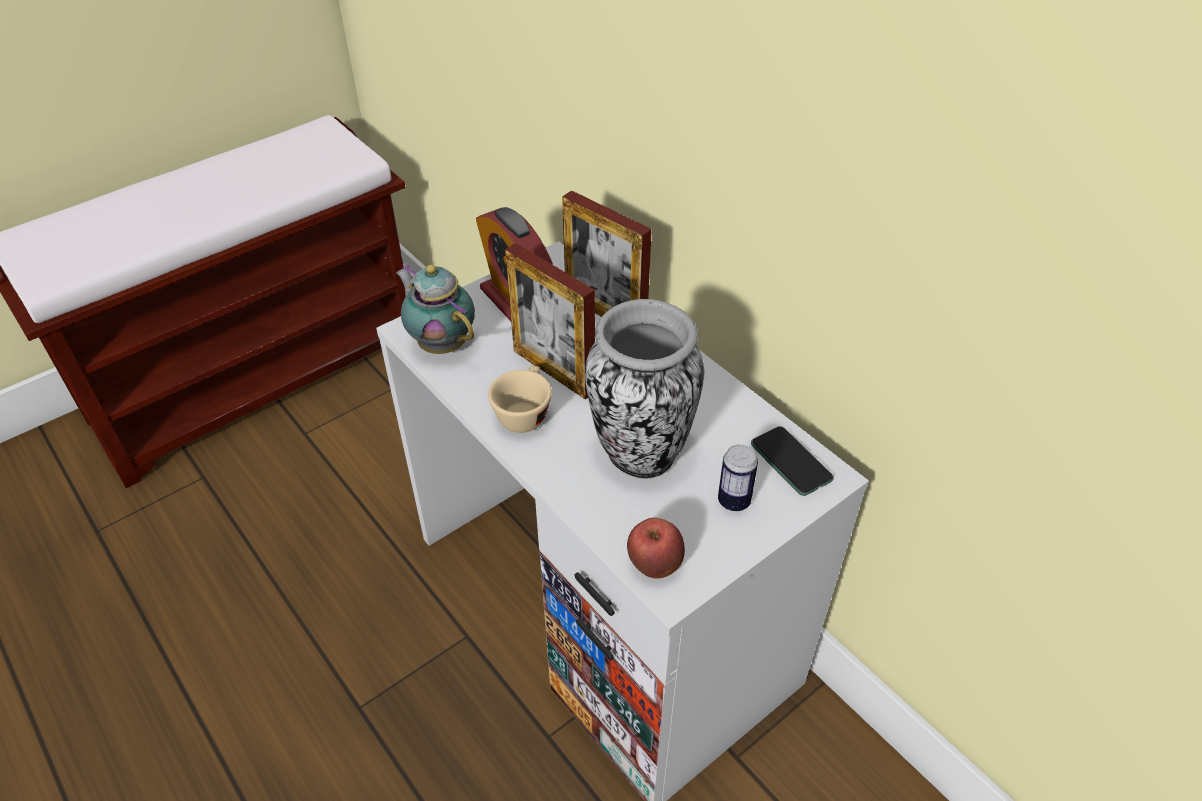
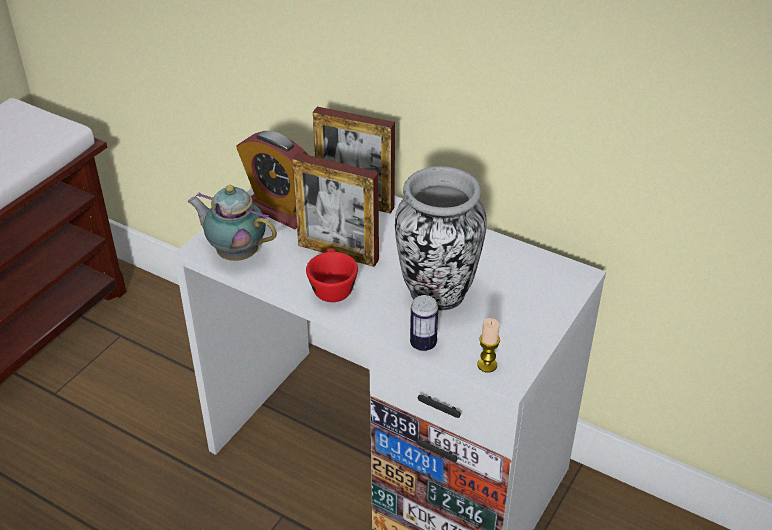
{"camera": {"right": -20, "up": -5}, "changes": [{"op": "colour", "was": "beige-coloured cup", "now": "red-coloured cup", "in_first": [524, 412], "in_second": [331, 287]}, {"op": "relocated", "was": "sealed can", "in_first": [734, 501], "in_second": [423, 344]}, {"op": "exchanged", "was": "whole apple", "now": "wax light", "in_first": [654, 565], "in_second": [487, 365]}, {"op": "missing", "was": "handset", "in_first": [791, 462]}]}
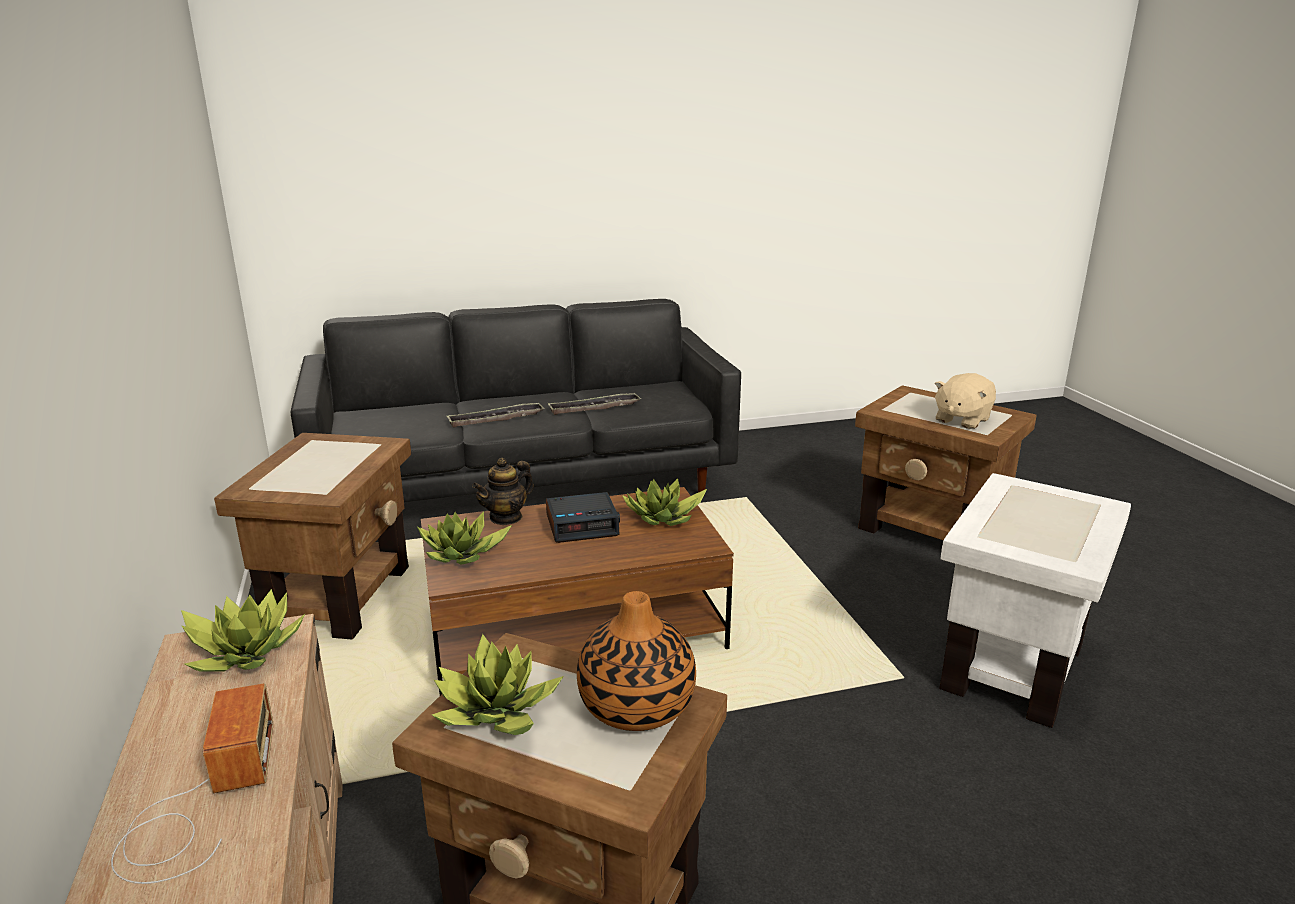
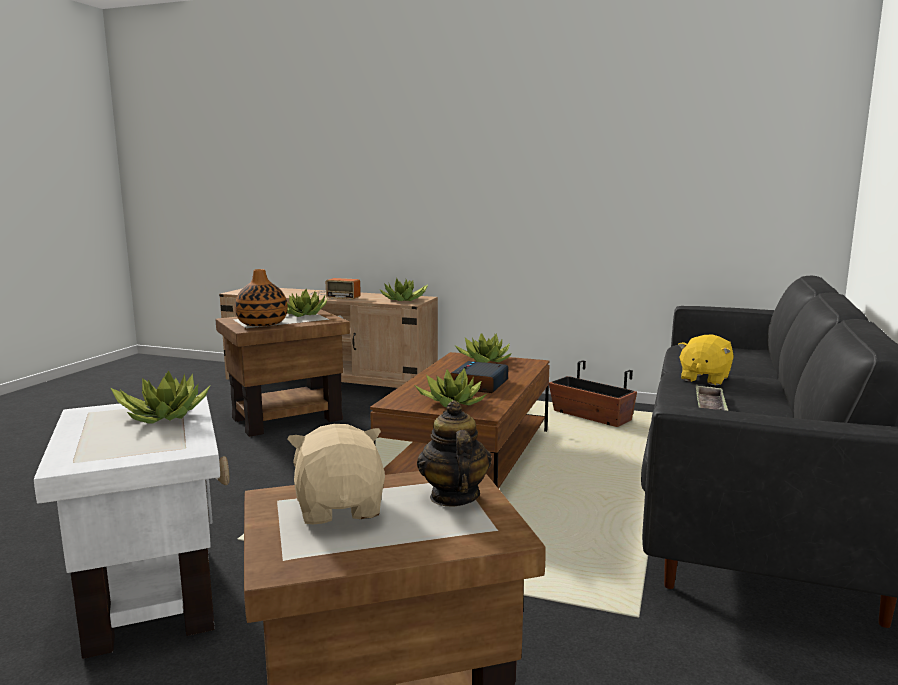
{"camera": {"right": 125, "up": -10}, "changes": [{"op": "appeared", "now": "houseplant", "in_second": [164, 415]}, {"op": "relocated", "was": "pot for tea", "in_first": [506, 517], "in_second": [453, 496]}, {"op": "exchanged", "was": "brown-coloured side table", "now": "flower pot", "in_first": [341, 598], "in_second": [591, 416]}, {"op": "exchanged", "was": "serving tray", "now": "yellowish cuddly toy", "in_first": [496, 419], "in_second": [704, 378]}]}
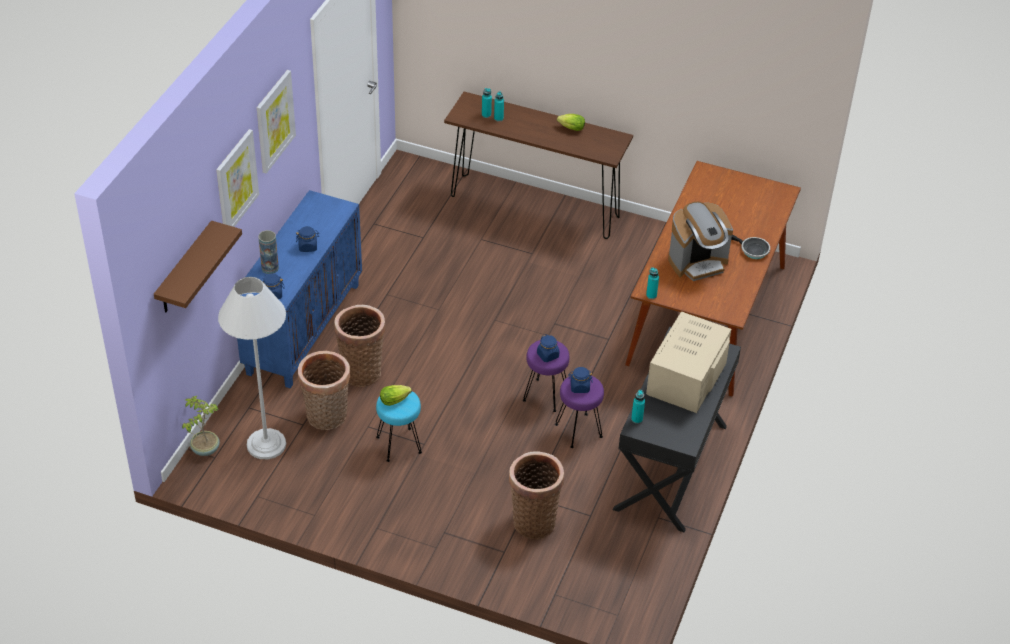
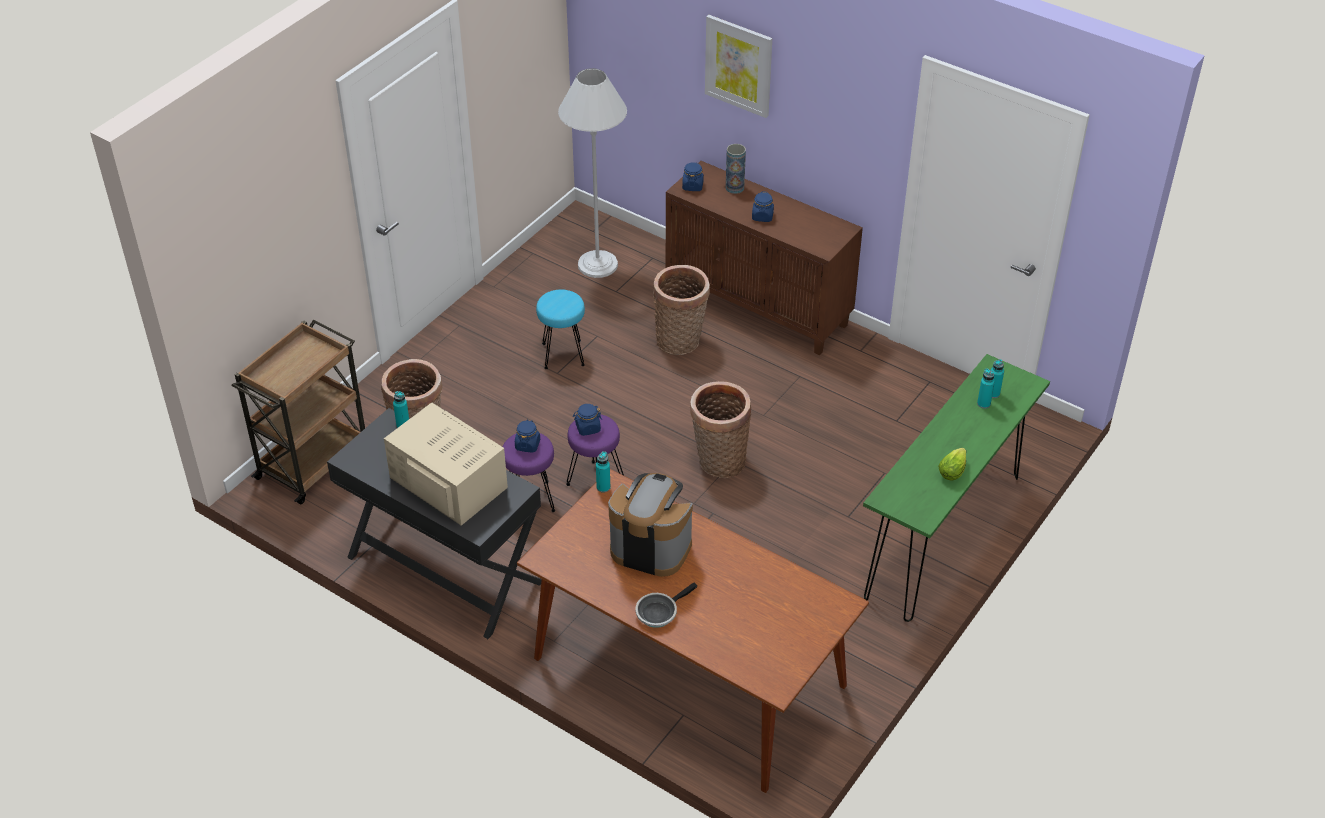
{"camera": {"right": 105, "up": 0}, "changes": [{"op": "appeared", "now": "brown-coloured cart", "in_second": [313, 461]}, {"op": "spun", "was": "coffee machine", "in_first": [698, 262], "in_second": [650, 547], "clockwise": 120}, {"op": "colour", "was": "bluish storage cabinet", "now": "brown-coloured storage cabinet", "in_first": [303, 328], "in_second": [759, 306]}, {"op": "relocated", "was": "storage basket", "in_first": [327, 418], "in_second": [718, 461]}, {"op": "colour", "was": "brown-coloured console table", "now": "green console table", "in_first": [534, 206], "in_second": [943, 536]}, {"op": "missing", "was": "brown-coloured shelf", "in_first": [184, 270]}, {"op": "missing", "was": "houseplant", "in_first": [204, 449]}, {"op": "missing", "was": "wall art", "in_first": [274, 121]}, {"op": "missing", "was": "head of lettuce", "in_first": [396, 400]}]}
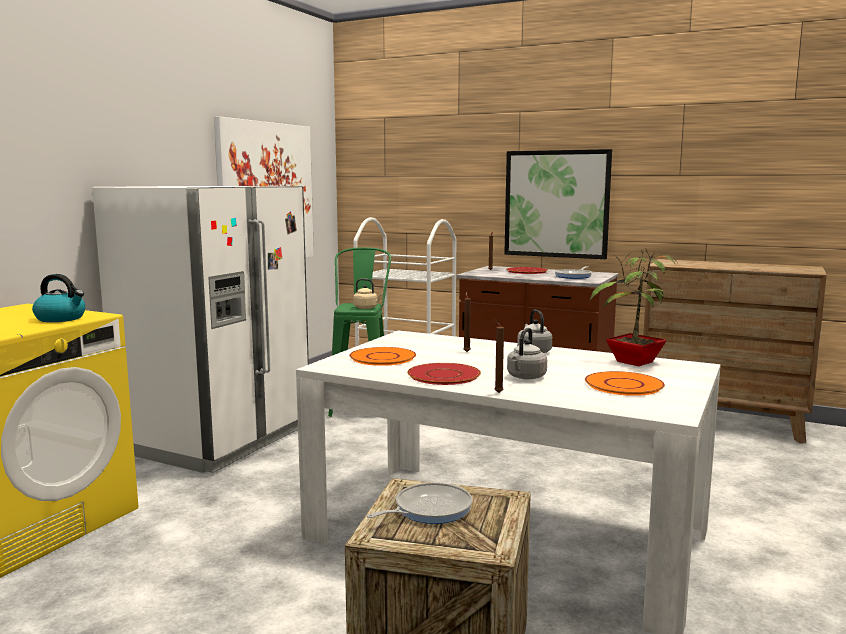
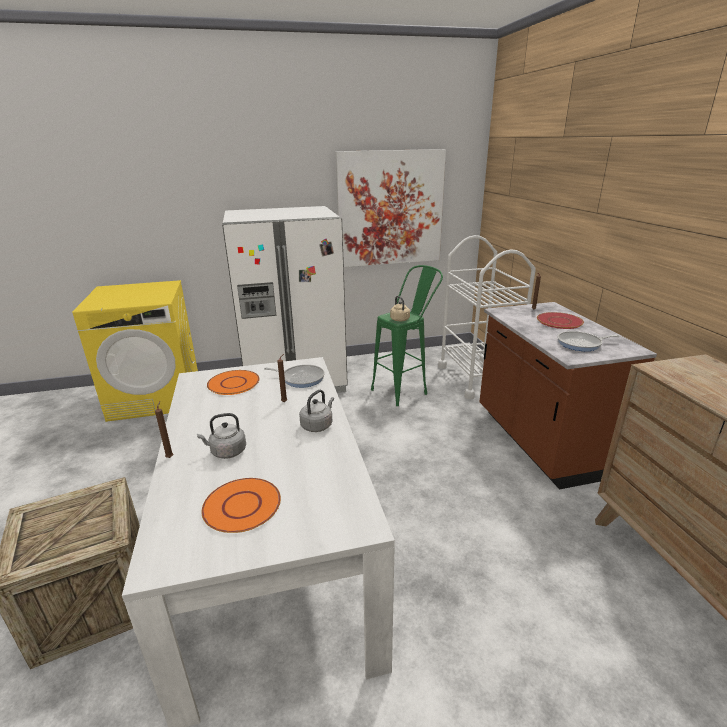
{"camera": {"right": 50, "up": 15}, "changes": [{"op": "relocated", "was": "frying pan", "in_first": [429, 509], "in_second": [301, 378]}, {"op": "missing", "was": "kettle", "in_first": [61, 318]}, {"op": "missing", "was": "red-coloured flat dish", "in_first": [443, 375]}, {"op": "missing", "was": "wall art", "in_first": [556, 204]}, {"op": "missing", "was": "houseplant", "in_first": [633, 362]}]}
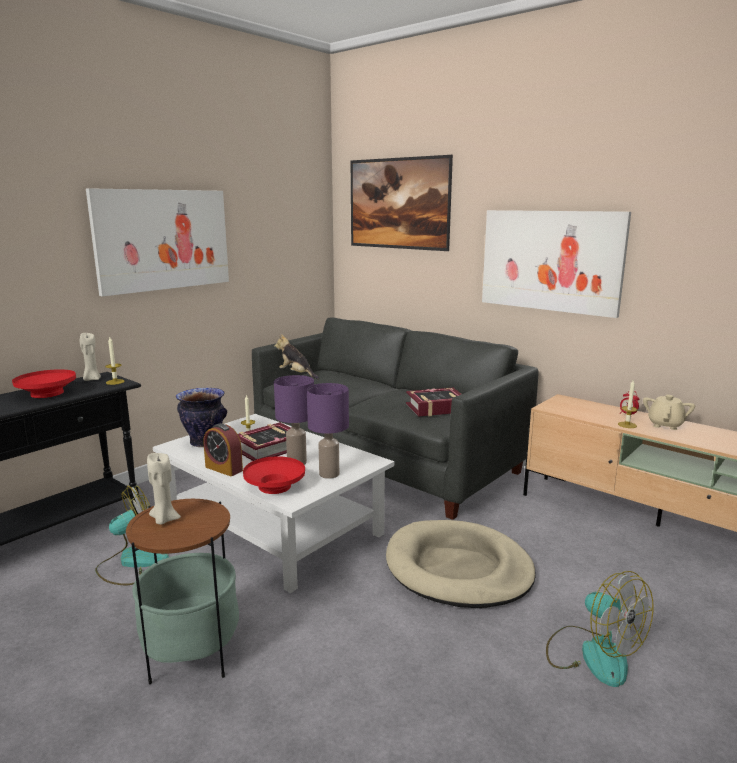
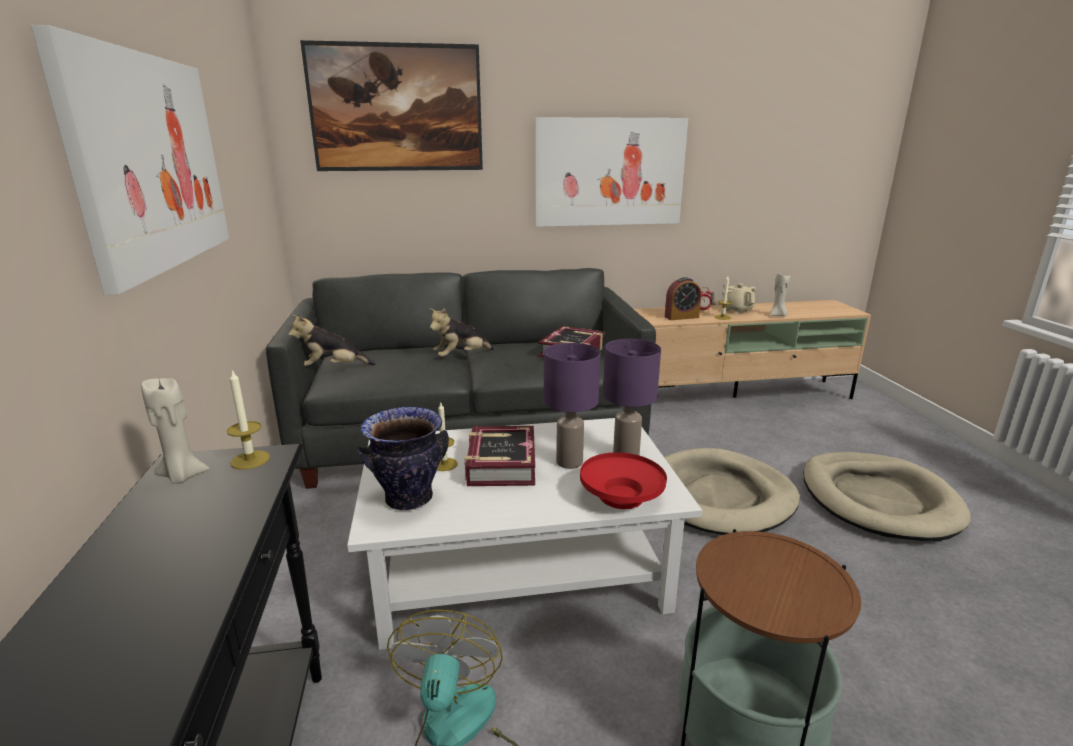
{"camera": {"right": -50, "up": 5}, "changes": [{"op": "appeared", "now": "cuddly toy", "in_second": [461, 357]}, {"op": "relocated", "was": "table clock", "in_first": [224, 469], "in_second": [681, 317]}, {"op": "relocated", "was": "beige-coloured wax light", "in_first": [164, 519], "in_second": [777, 315]}, {"op": "exchanged", "was": "fan", "now": "beige-coloured dog bed", "in_first": [593, 654], "in_second": [878, 500]}, {"op": "missing", "was": "red-coloured serving bowl", "in_first": [47, 393]}]}
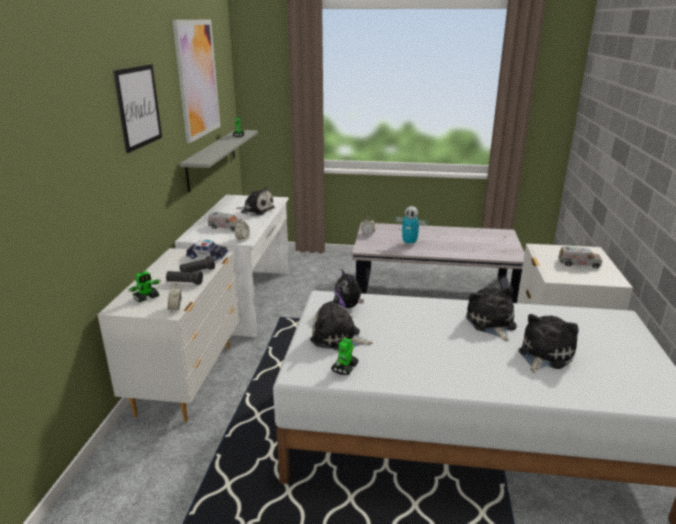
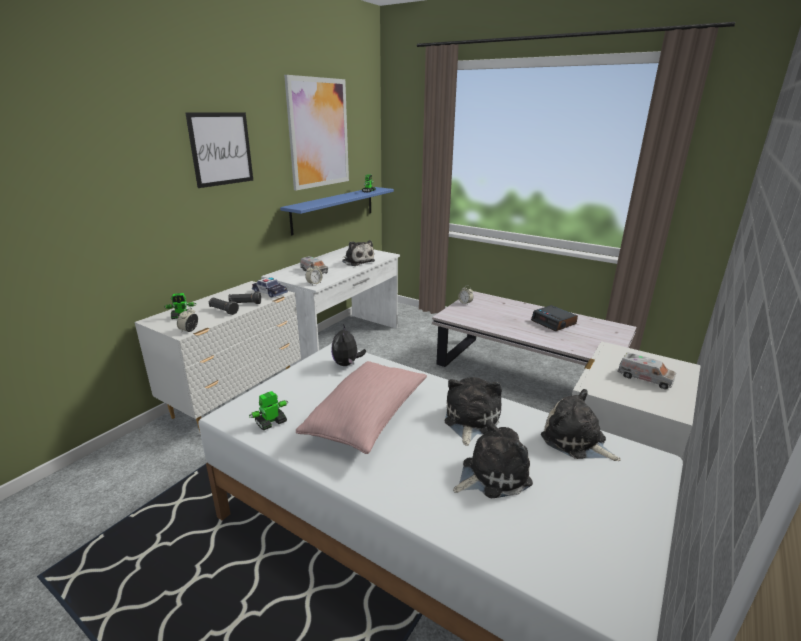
{"camera": {"right": 25, "up": 0}, "changes": [{"op": "colour", "was": "gray shelf", "now": "bluish shelf", "in_first": [212, 158], "in_second": [334, 209]}, {"op": "appeared", "now": "pink throw pillow", "in_second": [367, 418]}, {"op": "appeared", "now": "table clock", "in_second": [554, 322]}, {"op": "relocated", "was": "cuddly toy", "in_first": [338, 338], "in_second": [576, 441]}, {"op": "missing", "was": "model robot", "in_first": [409, 243]}]}
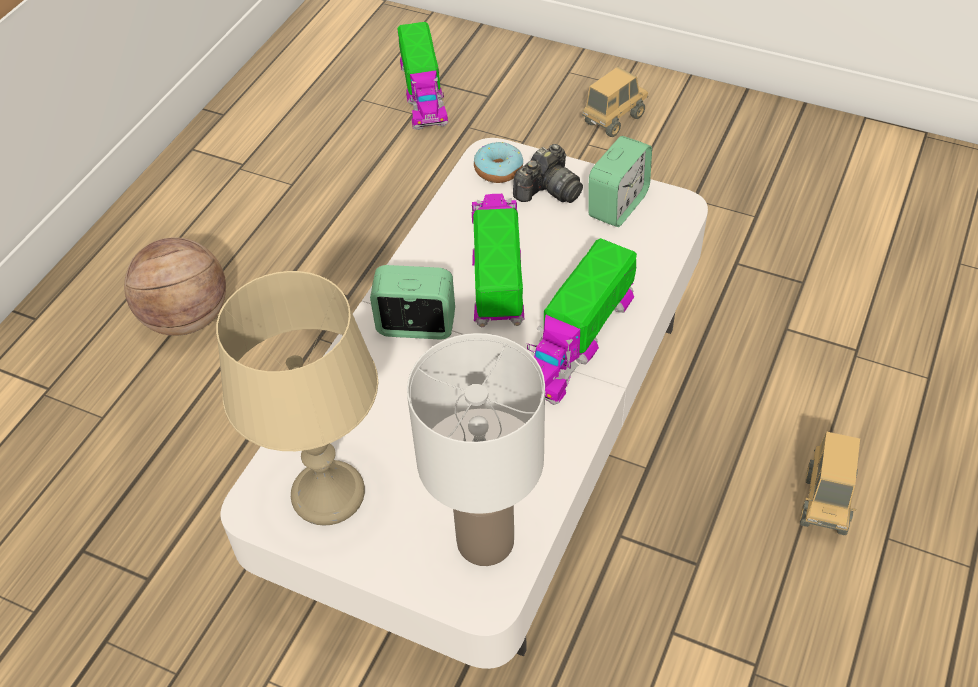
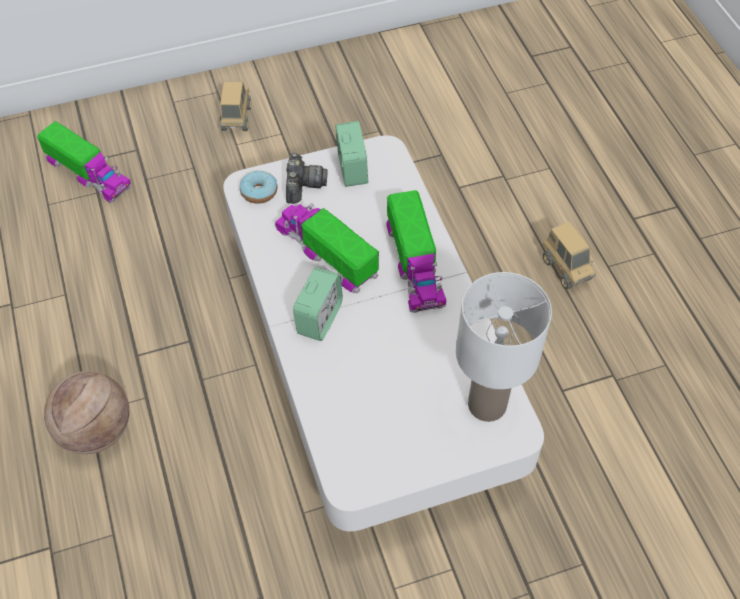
{"camera": {"right": -45, "up": 5}, "changes": [{"op": "spun", "was": "table clock", "in_first": [416, 326], "in_second": [319, 319], "clockwise": 150}, {"op": "missing", "was": "beige-coloured tabletop lamp", "in_first": [328, 493]}]}
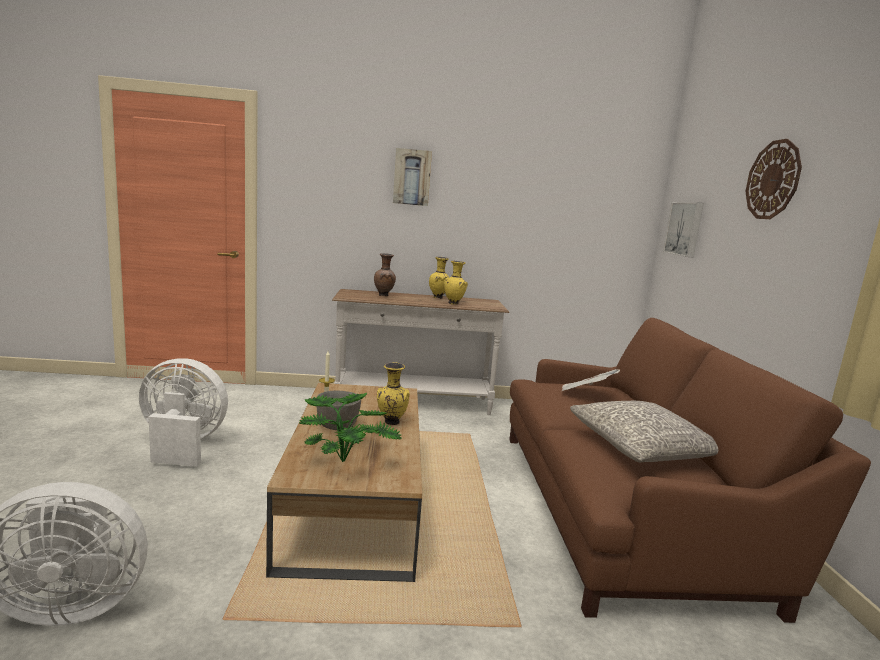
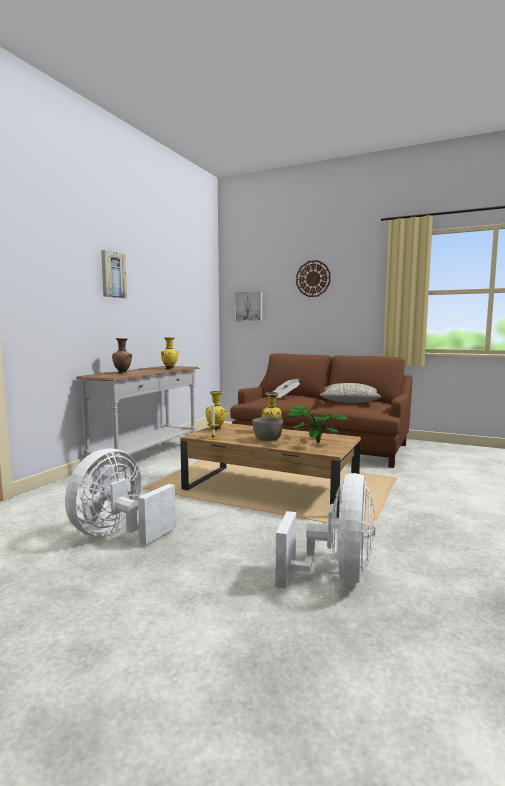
{"camera": {"right": -60, "up": -5}, "changes": [{"op": "relocated", "was": "yellowish vase", "in_first": [438, 298], "in_second": [216, 429]}]}
